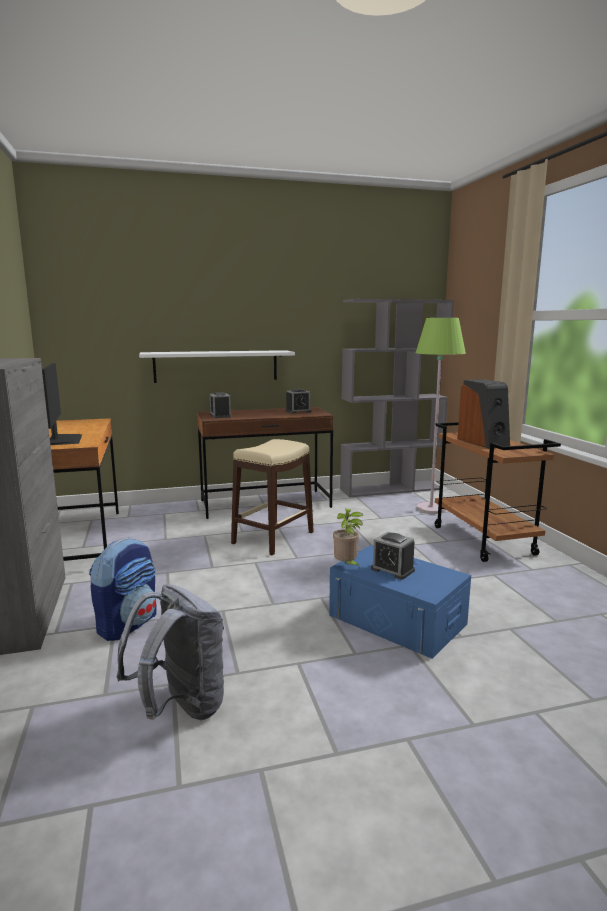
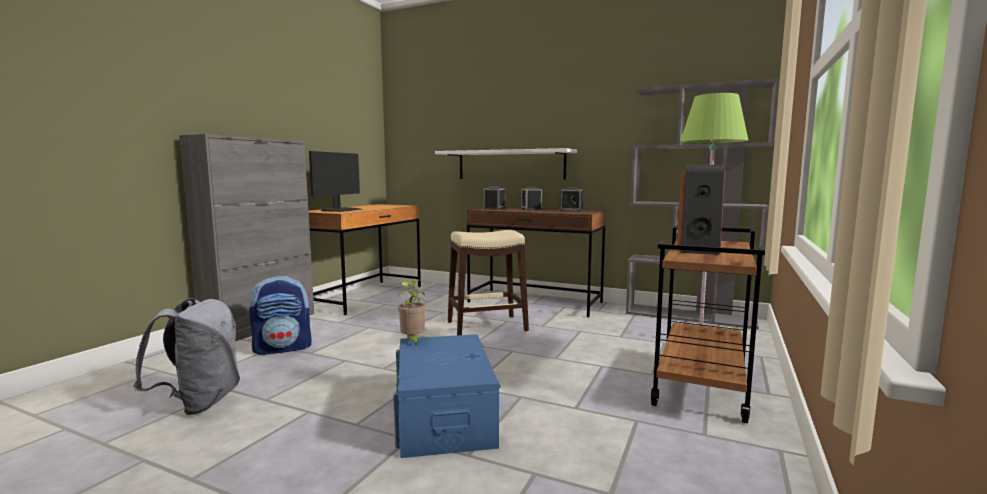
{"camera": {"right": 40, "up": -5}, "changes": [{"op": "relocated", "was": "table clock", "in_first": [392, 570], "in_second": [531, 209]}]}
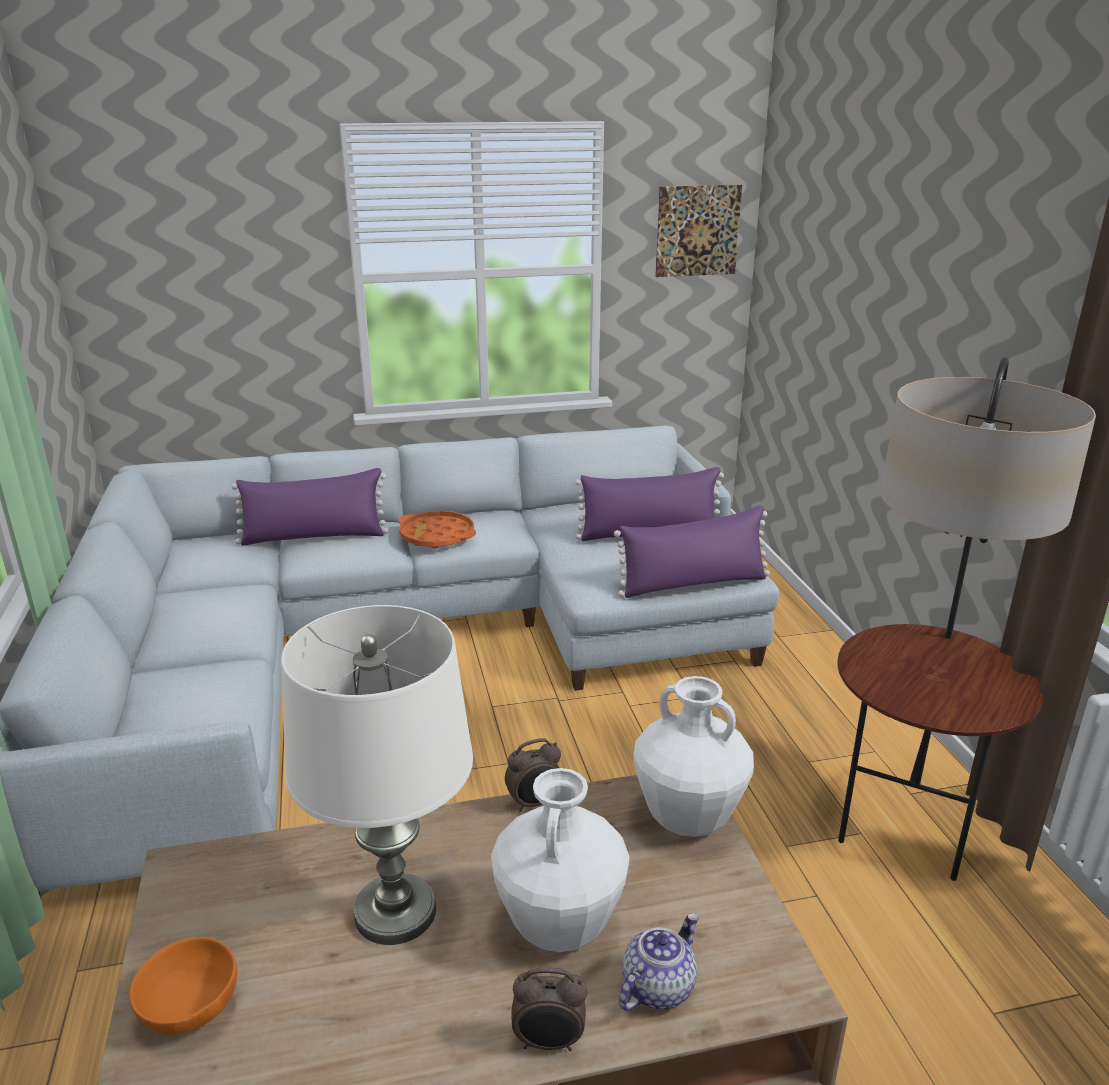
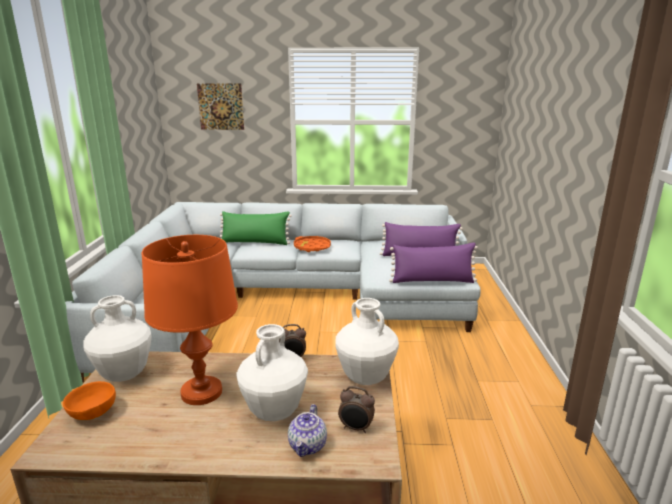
{"camera": {"right": 15, "up": -5}, "changes": [{"op": "appeared", "now": "white vase", "in_second": [125, 374]}, {"op": "colour", "was": "white tabletop lamp", "now": "orange-coloured tabletop lamp", "in_first": [396, 912], "in_second": [202, 392]}, {"op": "relocated", "was": "wall art", "in_first": [697, 231], "in_second": [221, 106]}, {"op": "colour", "was": "purplish throw pillow", "now": "green throw pillow", "in_first": [314, 537], "in_second": [255, 242]}, {"op": "spun", "was": "pot for tea", "in_first": [657, 986], "in_second": [308, 446], "clockwise": 135}, {"op": "relocated", "was": "table clock", "in_first": [549, 1042], "in_second": [356, 428]}, {"op": "missing", "was": "standard lamp", "in_first": [905, 824]}]}
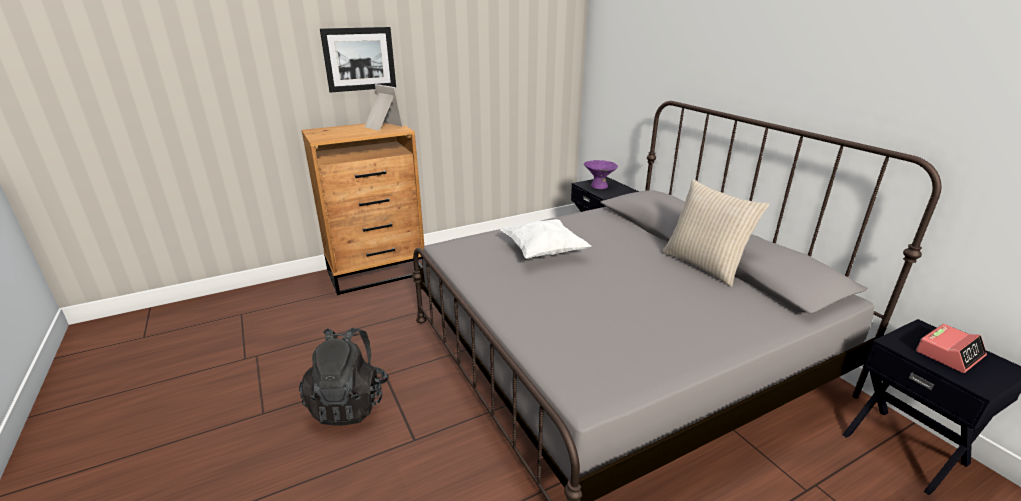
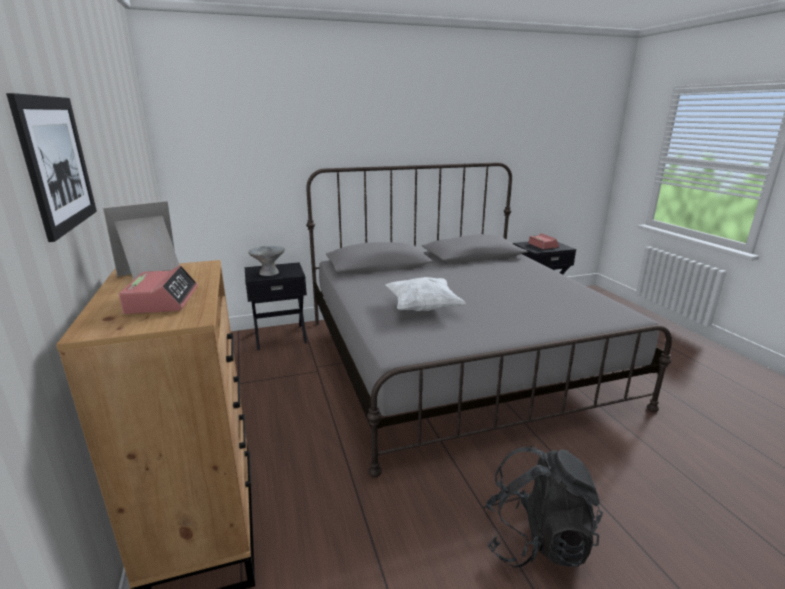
{"camera": {"right": -80, "up": -5}, "changes": [{"op": "appeared", "now": "table clock", "in_second": [162, 300]}, {"op": "colour", "was": "purplish serving bowl", "now": "gray serving bowl", "in_first": [599, 186], "in_second": [269, 273]}, {"op": "missing", "was": "beige-coloured throw pillow", "in_first": [704, 265]}]}
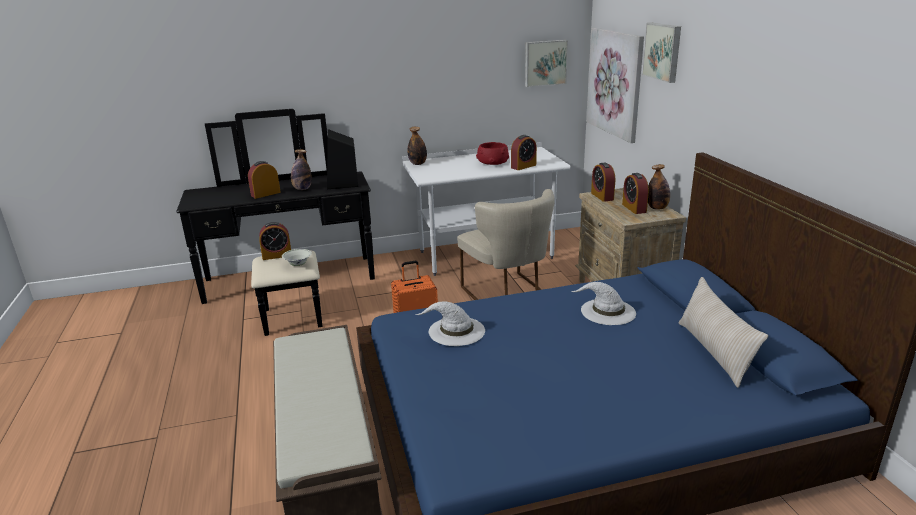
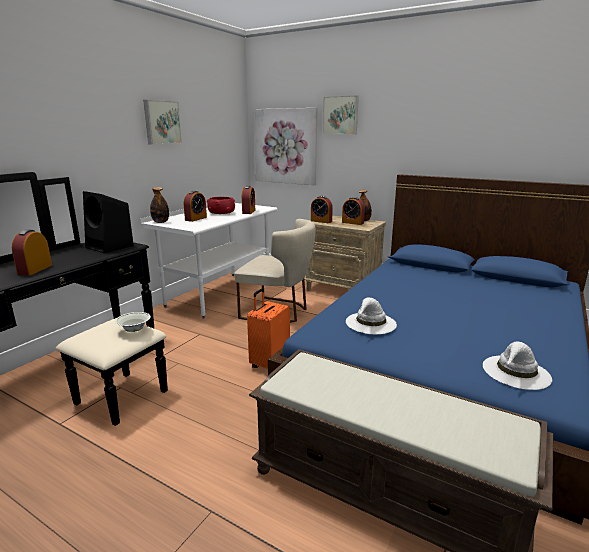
{"camera": {"right": -45, "up": -5}, "changes": [{"op": "relocated", "was": "wall art", "in_first": [545, 63], "in_second": [161, 122]}, {"op": "relocated", "was": "table clock", "in_first": [277, 255], "in_second": [196, 219]}, {"op": "relocated", "was": "white wearable hat", "in_first": [607, 311], "in_second": [516, 372]}, {"op": "missing", "was": "bottle", "in_first": [302, 189]}, {"op": "missing", "was": "beige-coloured throw pillow", "in_first": [714, 352]}]}
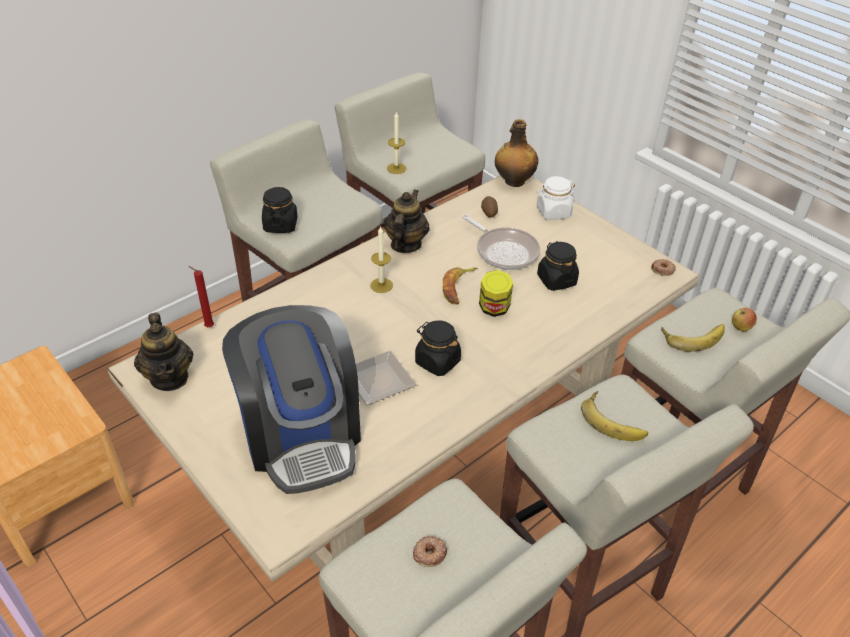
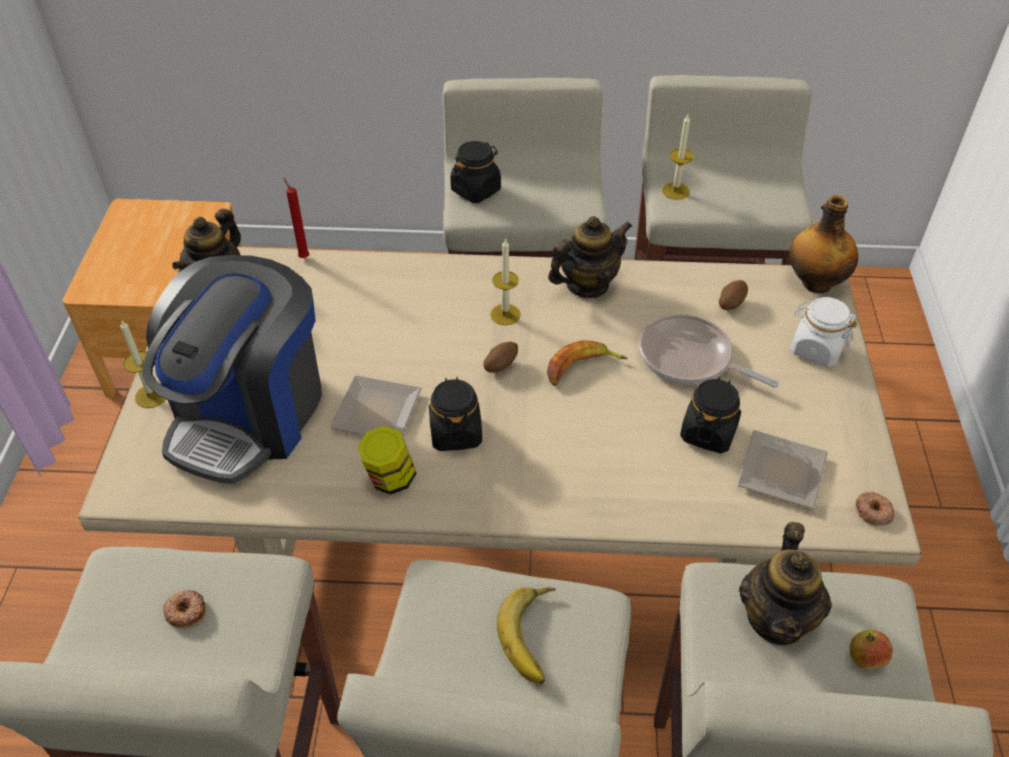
{"camera": {"right": 45, "up": 5}, "changes": [{"op": "appeared", "now": "wax light", "in_second": [151, 395]}, {"op": "relocated", "was": "storage jar", "in_first": [494, 309], "in_second": [390, 479]}, {"op": "appeared", "now": "potato", "in_second": [500, 366]}, {"op": "spun", "was": "frying pan", "in_first": [504, 251], "in_second": [690, 359], "clockwise": 120}, {"op": "appeared", "now": "flat dish", "in_second": [779, 469]}, {"op": "exchanged", "was": "banana fruit", "now": "pot for tea", "in_first": [692, 336], "in_second": [776, 618]}]}
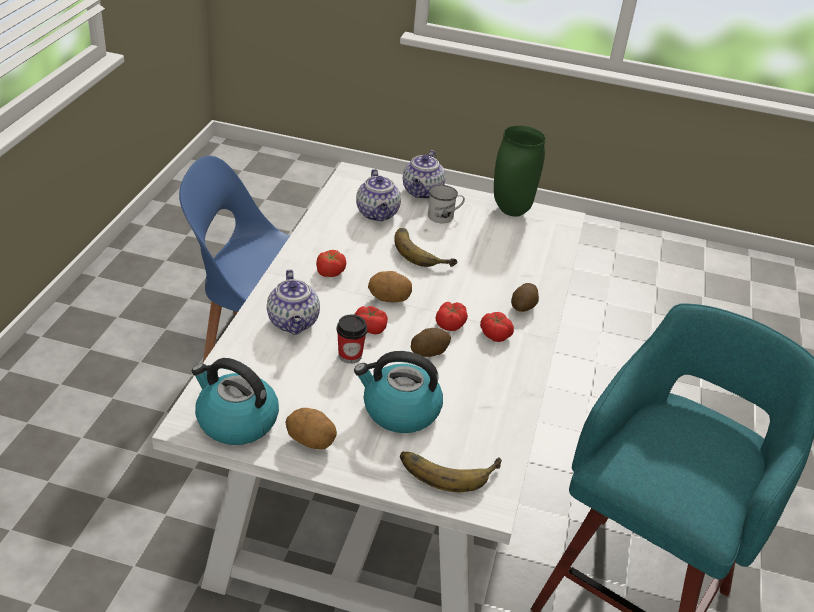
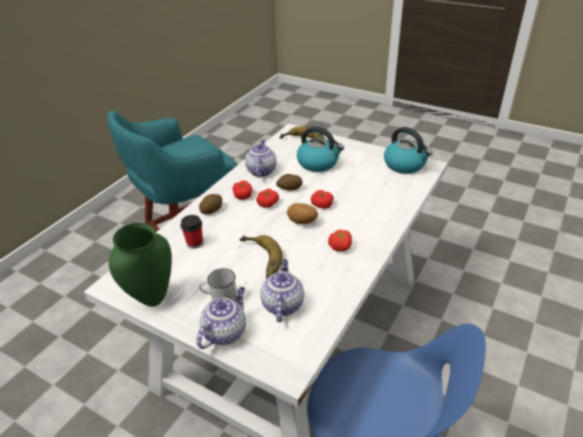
{"camera": {"right": -160, "up": 0}, "changes": [{"op": "relocated", "was": "cup", "in_first": [350, 355], "in_second": [195, 243]}, {"op": "relocated", "was": "pot for tea", "in_first": [294, 323], "in_second": [261, 171]}, {"op": "missing", "was": "potato", "in_first": [311, 441]}]}
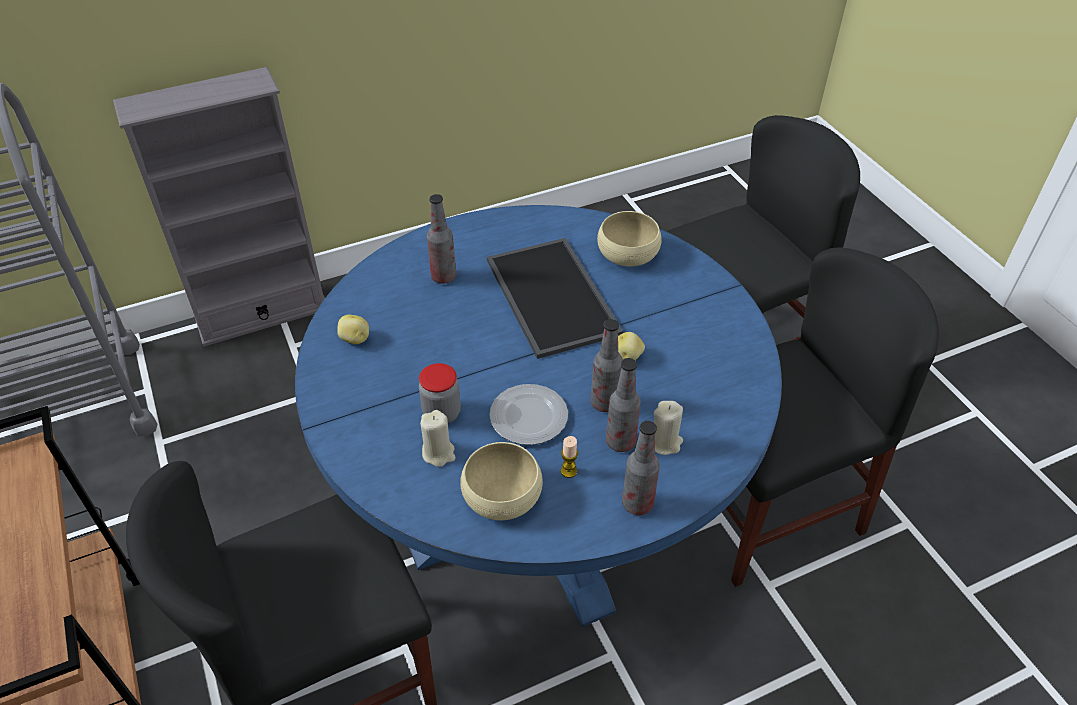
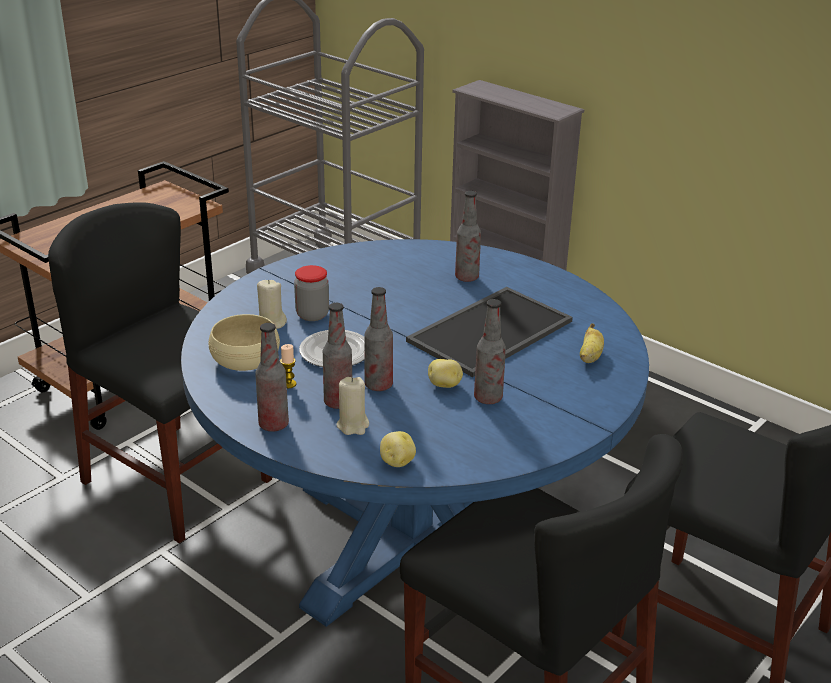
{"camera": {"right": 65, "up": -15}, "changes": [{"op": "relocated", "was": "potato", "in_first": [355, 339], "in_second": [396, 461]}, {"op": "appeared", "now": "bottle", "in_second": [488, 398]}, {"op": "exchanged", "was": "beige-coloured serving bowl", "now": "banana fruit", "in_first": [627, 253], "in_second": [590, 357]}]}
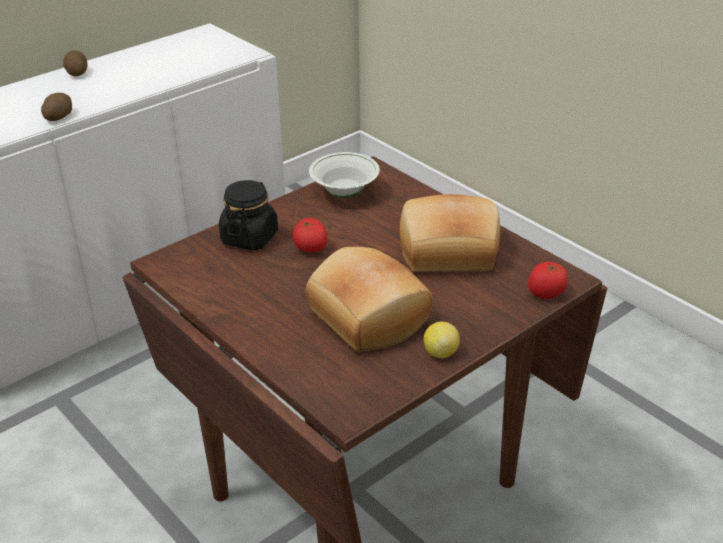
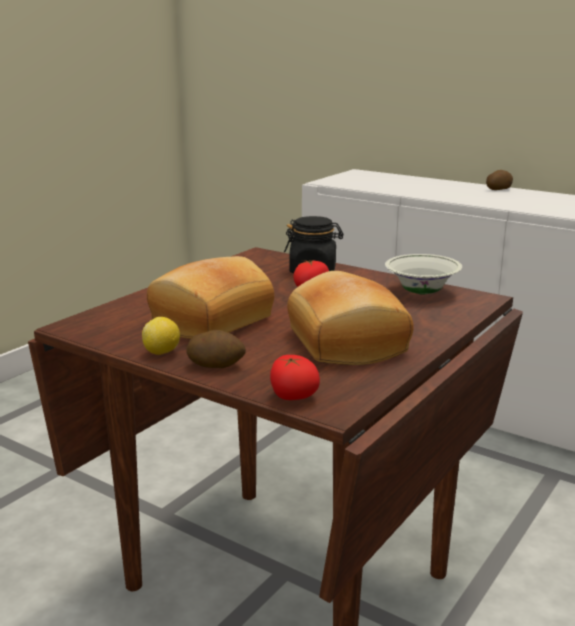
{"camera": {"right": 75, "up": -15}, "changes": [{"op": "relocated", "was": "potato", "in_first": [59, 116], "in_second": [216, 365]}]}
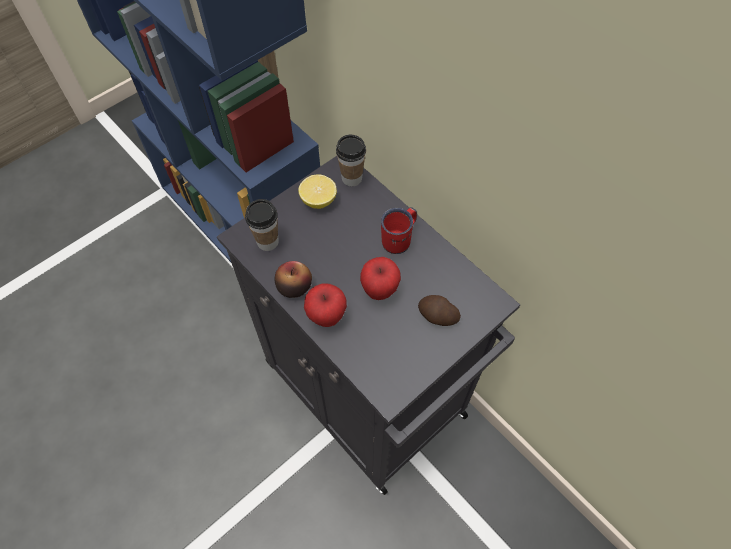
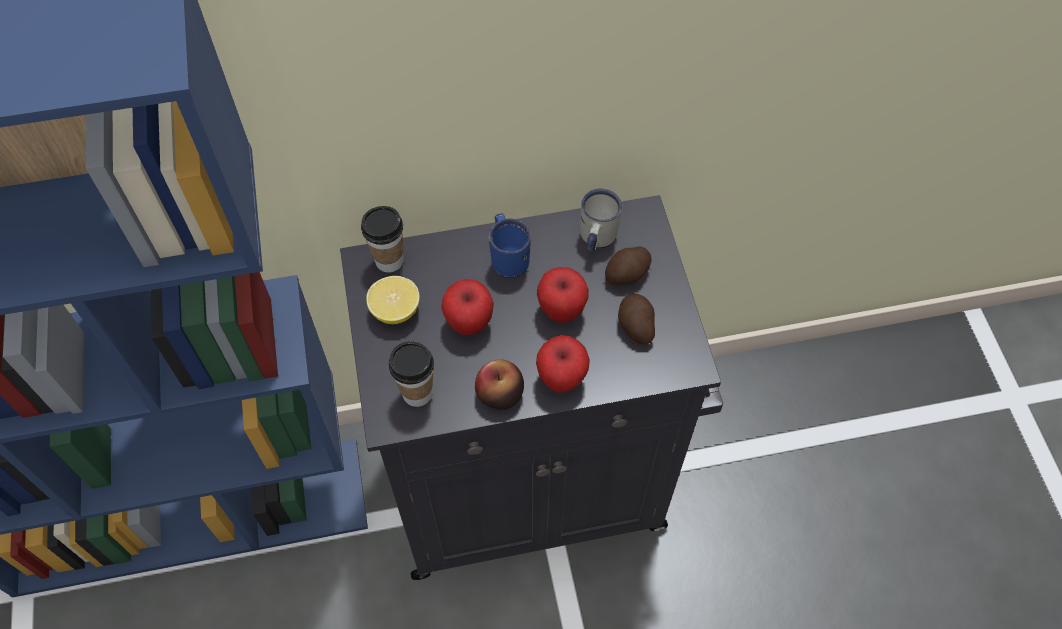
{"camera": {"right": -60, "up": 0}, "changes": [{"op": "appeared", "now": "whole apple", "in_second": [469, 323]}, {"op": "colour", "was": "red-coloured coffee mug", "now": "bluish coffee mug", "in_first": [400, 239], "in_second": [508, 257]}, {"op": "appeared", "now": "white coffee mug", "in_second": [595, 240]}, {"op": "appeared", "now": "potato", "in_second": [635, 325]}]}
